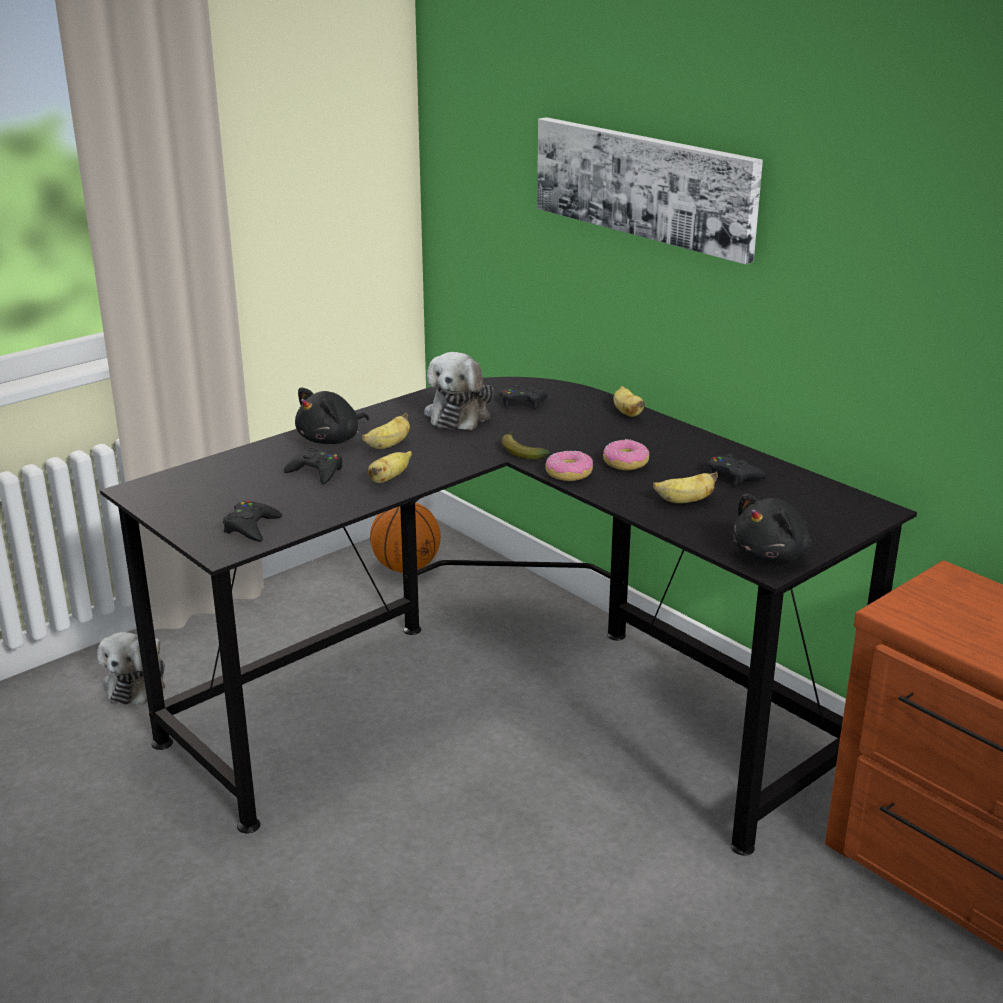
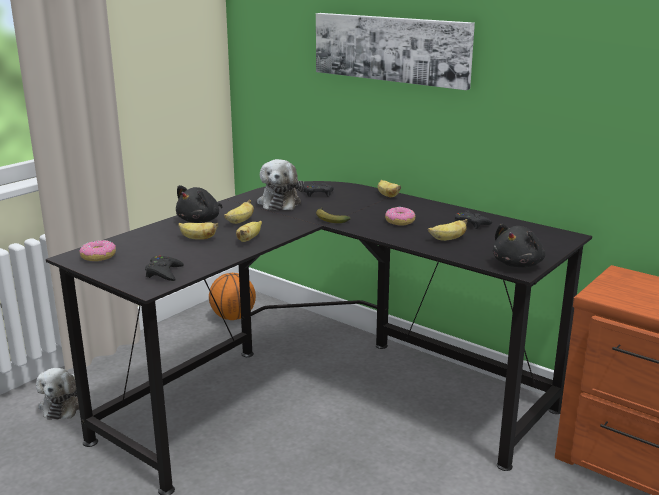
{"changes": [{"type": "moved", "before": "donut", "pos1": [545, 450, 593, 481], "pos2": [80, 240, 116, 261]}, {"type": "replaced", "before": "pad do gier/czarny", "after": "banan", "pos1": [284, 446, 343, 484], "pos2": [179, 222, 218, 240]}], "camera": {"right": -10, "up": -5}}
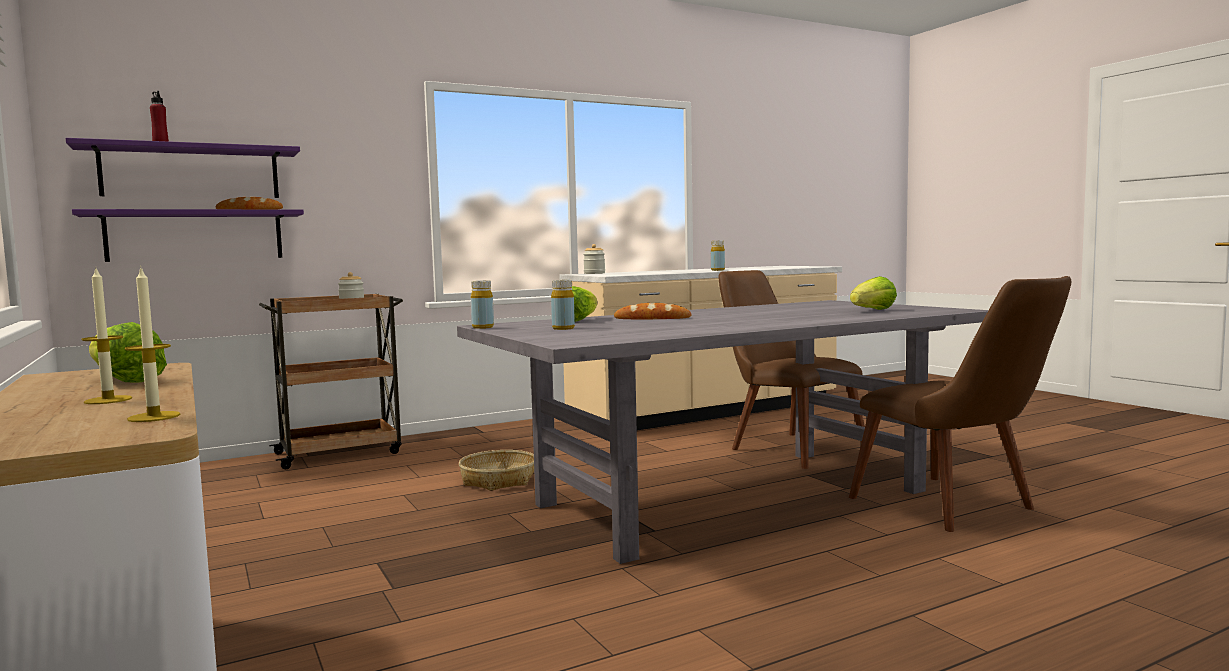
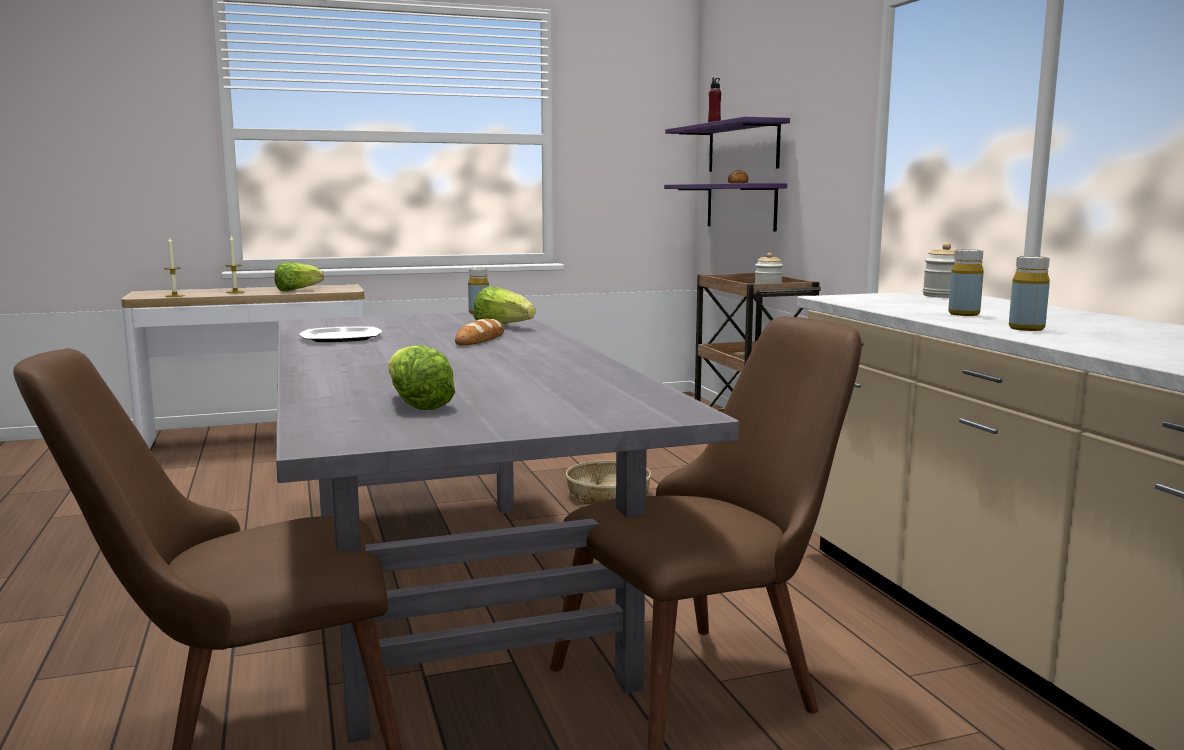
{"changes": [{"type": "added", "after": "talerz", "pos2": [299, 326, 382, 342]}, {"type": "moved", "before": "butelka/żółty", "pos1": [551, 280, 575, 330], "pos2": [948, 249, 984, 316]}], "camera": {"right": 100, "up": 5}}
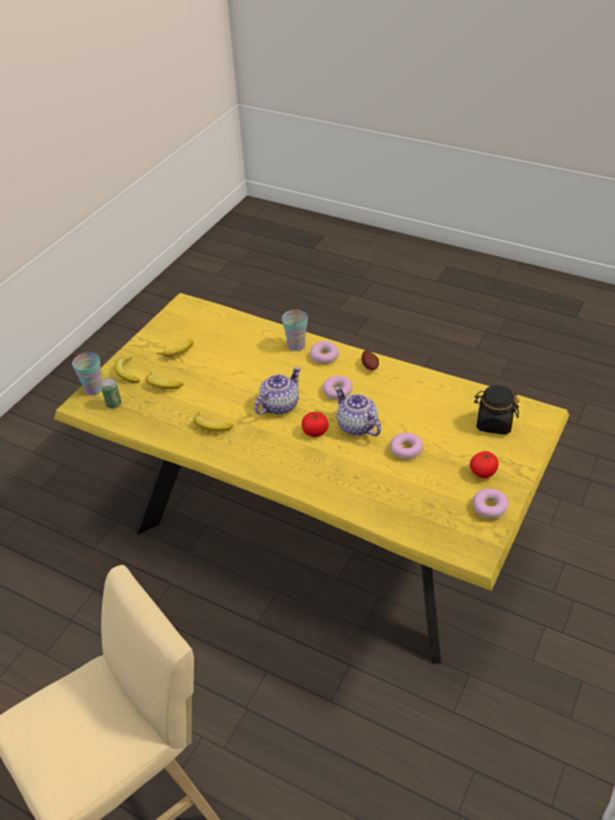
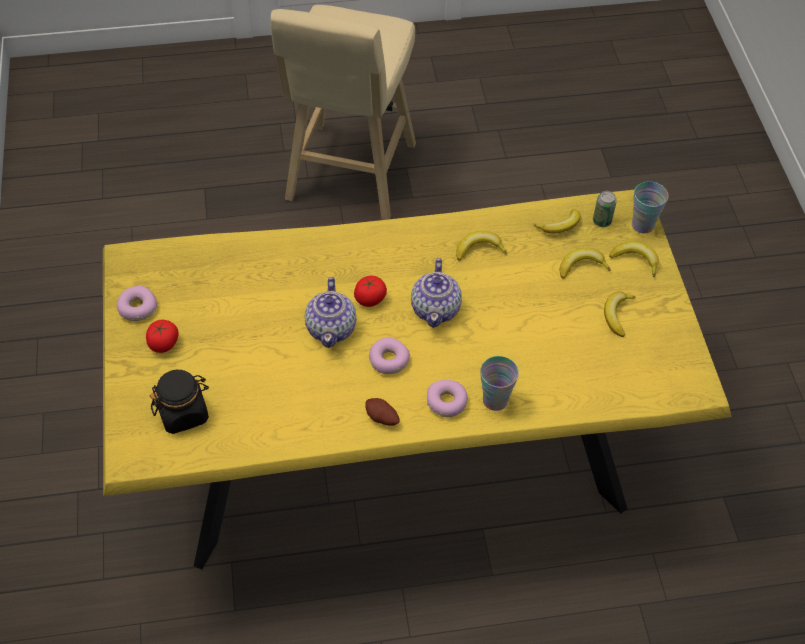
{"changes": [{"type": "turned", "before": "imbryk", "pos1": [335, 386, 381, 436], "pos2": [305, 277, 356, 348], "turn": 75}, {"type": "added", "after": "banan", "pos2": [533, 209, 581, 233]}, {"type": "removed", "before": "donut", "pos1": [390, 433, 423, 460]}], "camera": {"right": 140, "up": 10}}
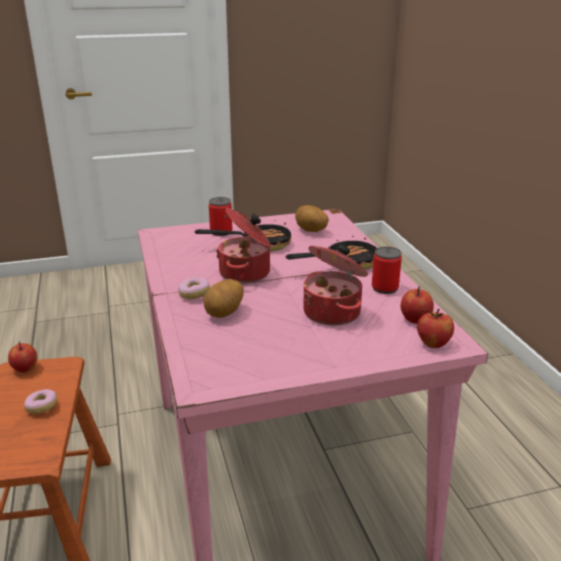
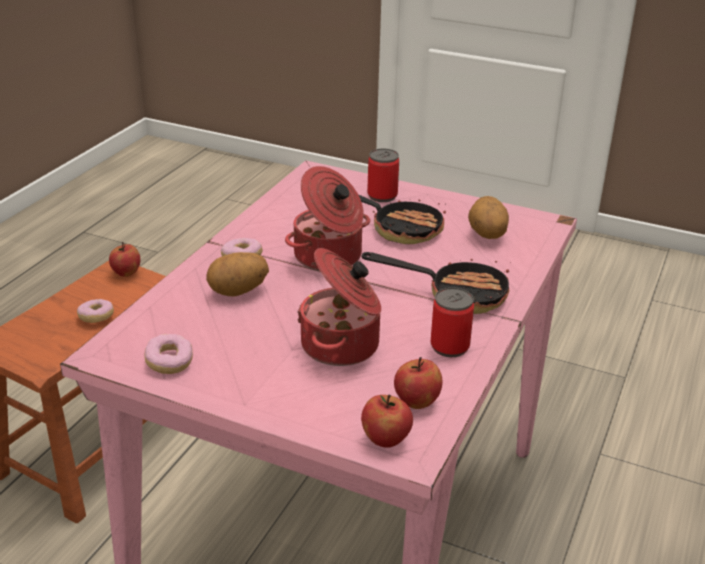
{"changes": [{"type": "added", "after": "donut", "pos2": [145, 334, 193, 374]}], "camera": {"right": 40, "up": 5}}
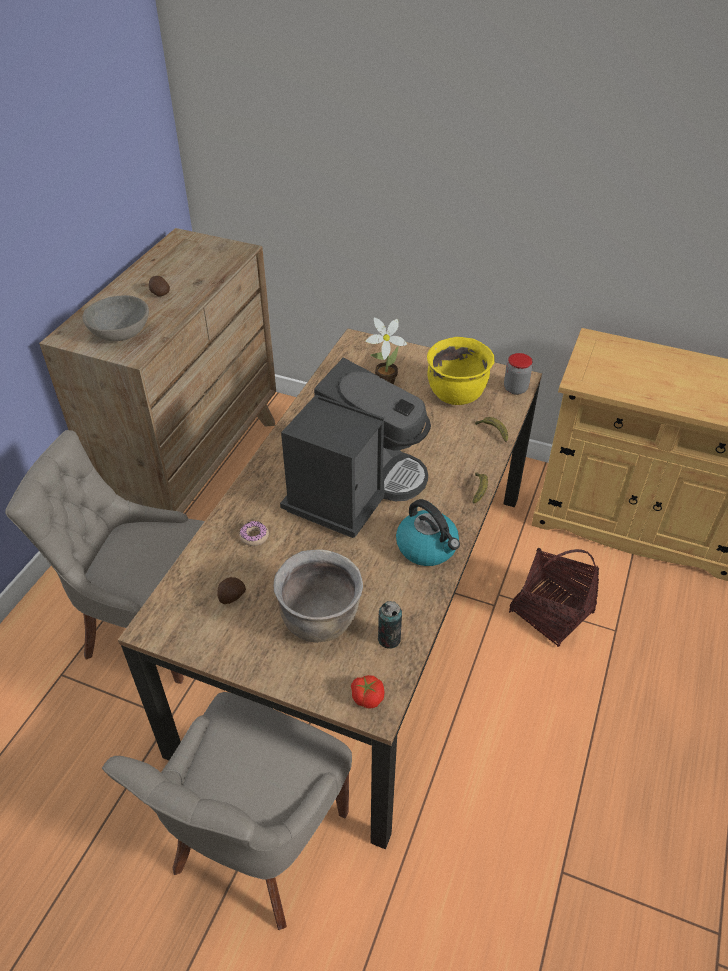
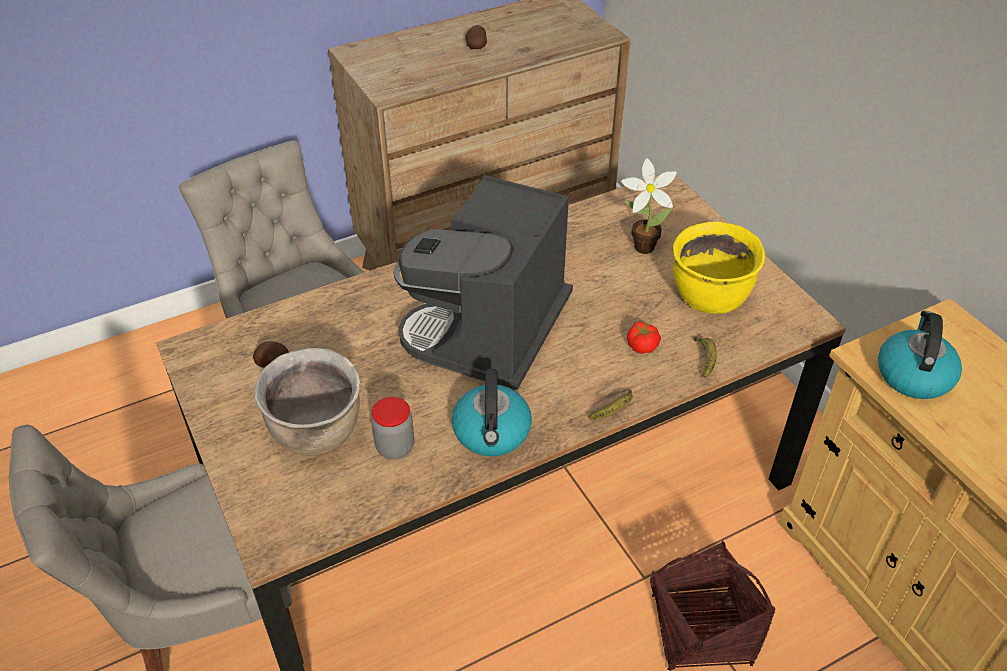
{"changes": [{"type": "moved", "before": "słoik", "pos1": [504, 353, 532, 395], "pos2": [371, 397, 414, 459]}, {"type": "turned", "before": "ekspres do kawy", "pos1": [280, 358, 431, 538], "pos2": [393, 175, 573, 391], "turn": 135}, {"type": "moved", "before": "pomidor", "pos1": [351, 675, 385, 708], "pos2": [627, 321, 661, 354]}, {"type": "added", "after": "czajnik", "pos2": [878, 311, 962, 399]}, {"type": "removed", "before": "miska/szary", "pos1": [83, 295, 149, 341]}, {"type": "removed", "before": "donut", "pos1": [239, 521, 269, 546]}, {"type": "removed", "before": "puszka", "pos1": [378, 601, 402, 649]}], "camera": {"right": 40, "up": 0}}
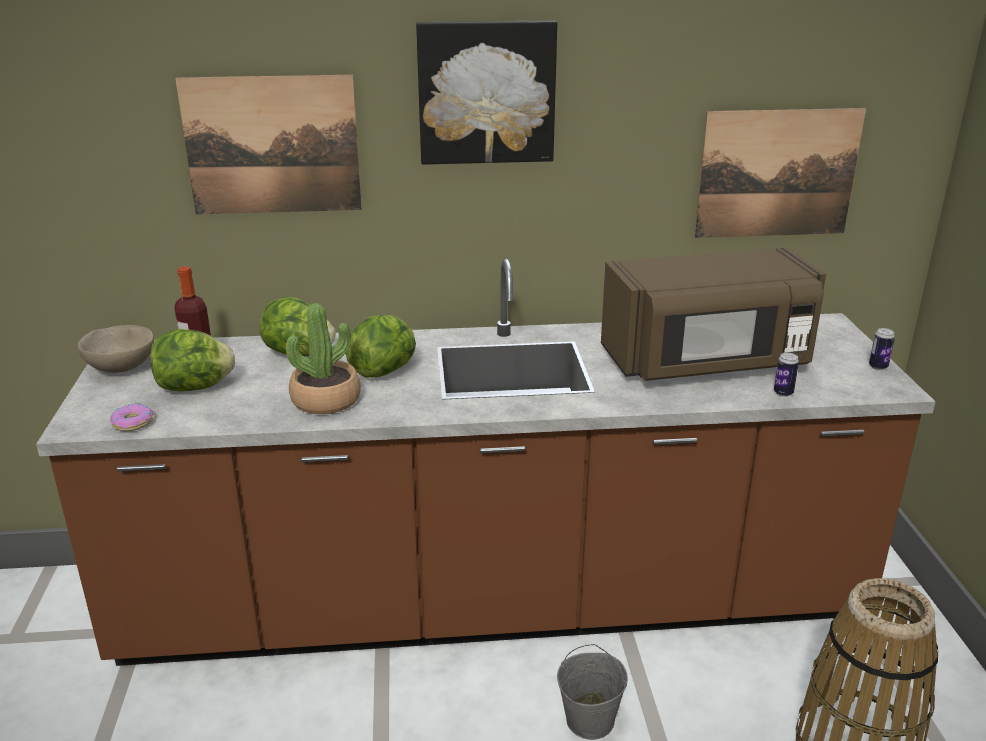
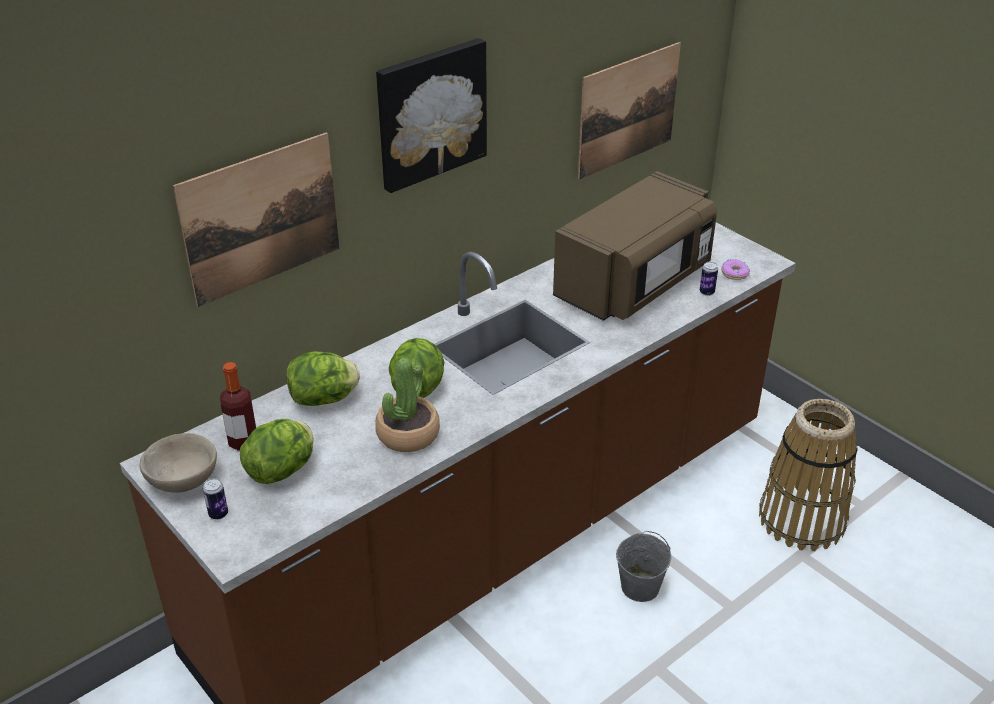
{"changes": [{"type": "moved", "before": "puszka", "pos1": [869, 328, 895, 370], "pos2": [203, 478, 228, 520]}, {"type": "moved", "before": "donut", "pos1": [110, 403, 153, 431], "pos2": [721, 259, 750, 280]}], "camera": {"right": -35, "up": 10}}
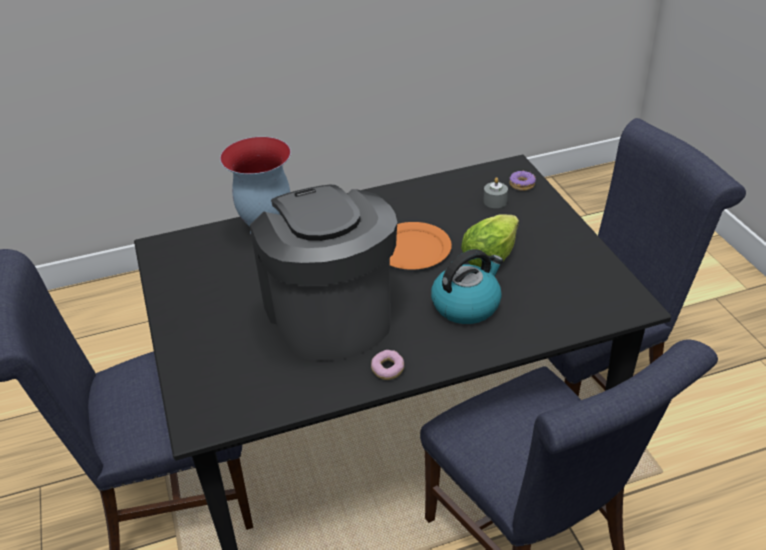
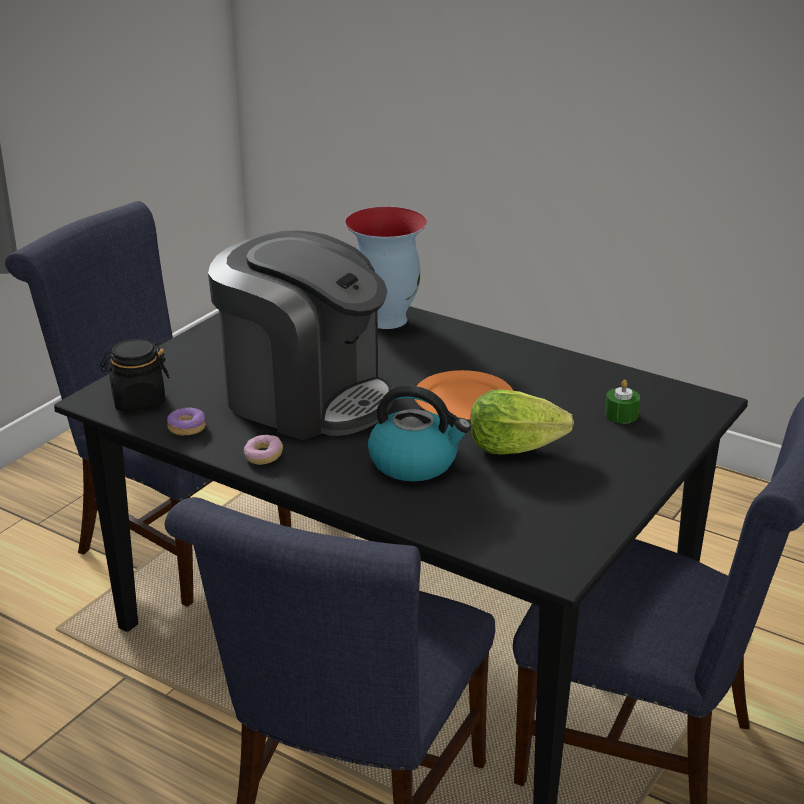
{"changes": [{"type": "added", "after": "słoik/czarny", "pos2": [100, 339, 170, 411]}, {"type": "moved", "before": "donut", "pos1": [509, 171, 536, 191], "pos2": [167, 407, 206, 436]}, {"type": "turned", "before": "ekspres do kawy", "pos1": [250, 185, 397, 361], "pos2": [208, 230, 394, 440], "turn": 90}, {"type": "recoloured", "before": "świeca/szary", "after": "świeca/zielony", "pos1": [483, 177, 508, 208], "pos2": [605, 380, 640, 423]}], "camera": {"right": 50, "up": -10}}
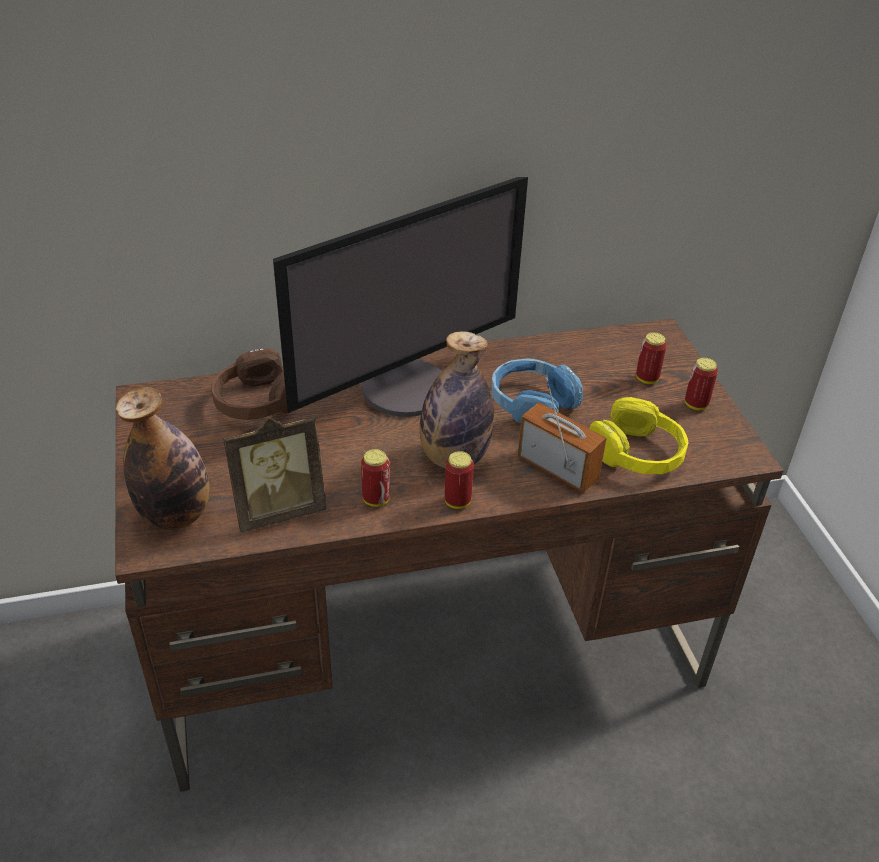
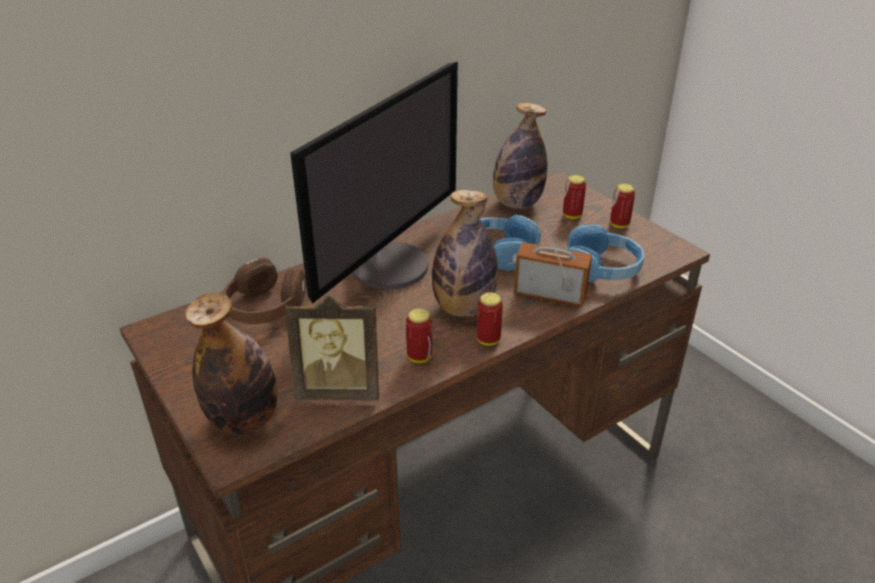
{"changes": [{"type": "turned", "before": "ramka na zdjęcie", "pos1": [223, 415, 326, 532], "pos2": [285, 296, 379, 400], "turn": 45}, {"type": "added", "after": "butelka", "pos2": [493, 103, 547, 209]}, {"type": "recoloured", "before": "słuchawki/żółty", "after": "słuchawki/niebieski", "pos1": [589, 397, 688, 474], "pos2": [566, 225, 644, 283]}], "camera": {"right": -20, "up": -5}}
